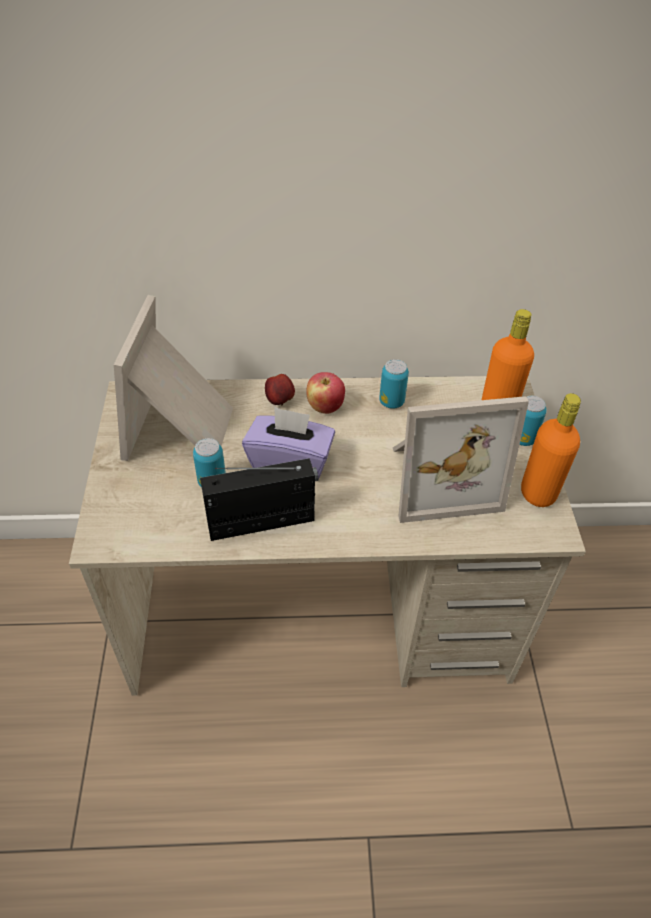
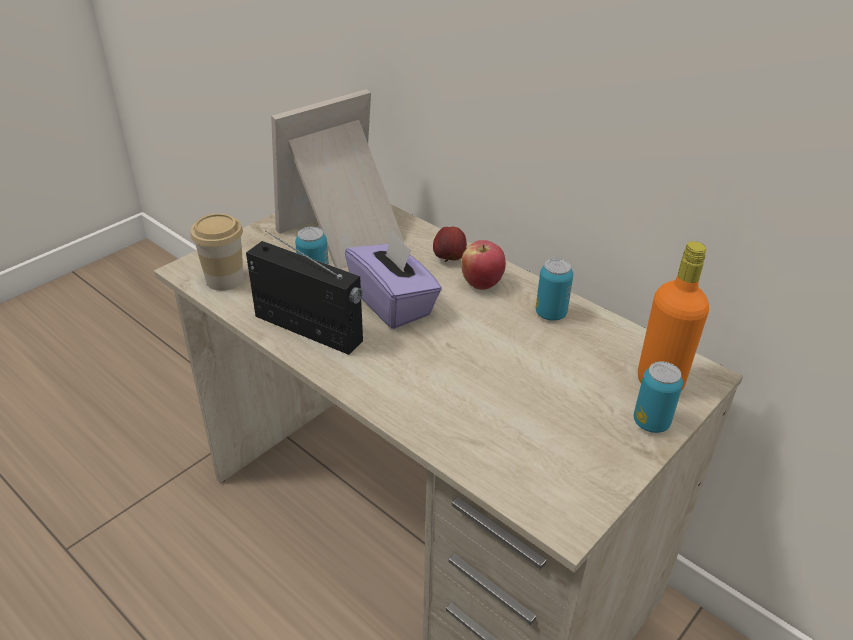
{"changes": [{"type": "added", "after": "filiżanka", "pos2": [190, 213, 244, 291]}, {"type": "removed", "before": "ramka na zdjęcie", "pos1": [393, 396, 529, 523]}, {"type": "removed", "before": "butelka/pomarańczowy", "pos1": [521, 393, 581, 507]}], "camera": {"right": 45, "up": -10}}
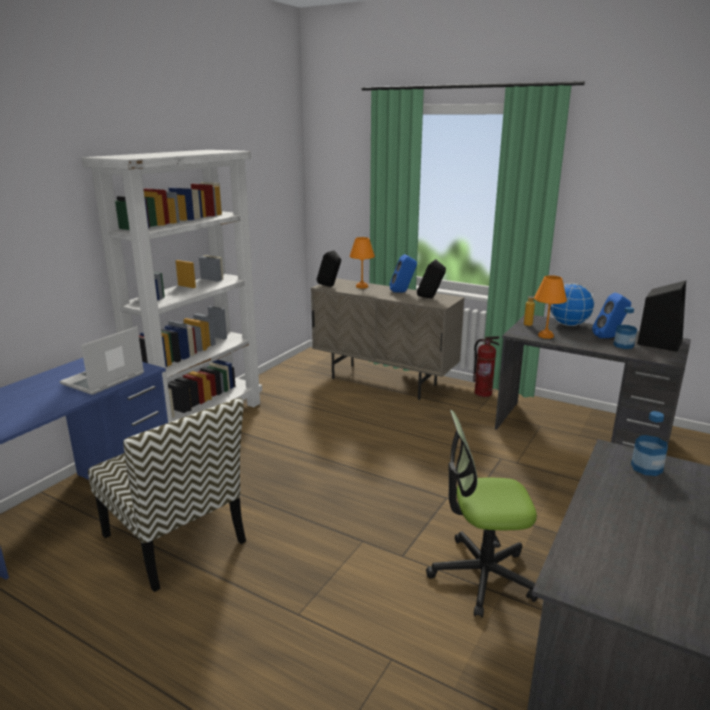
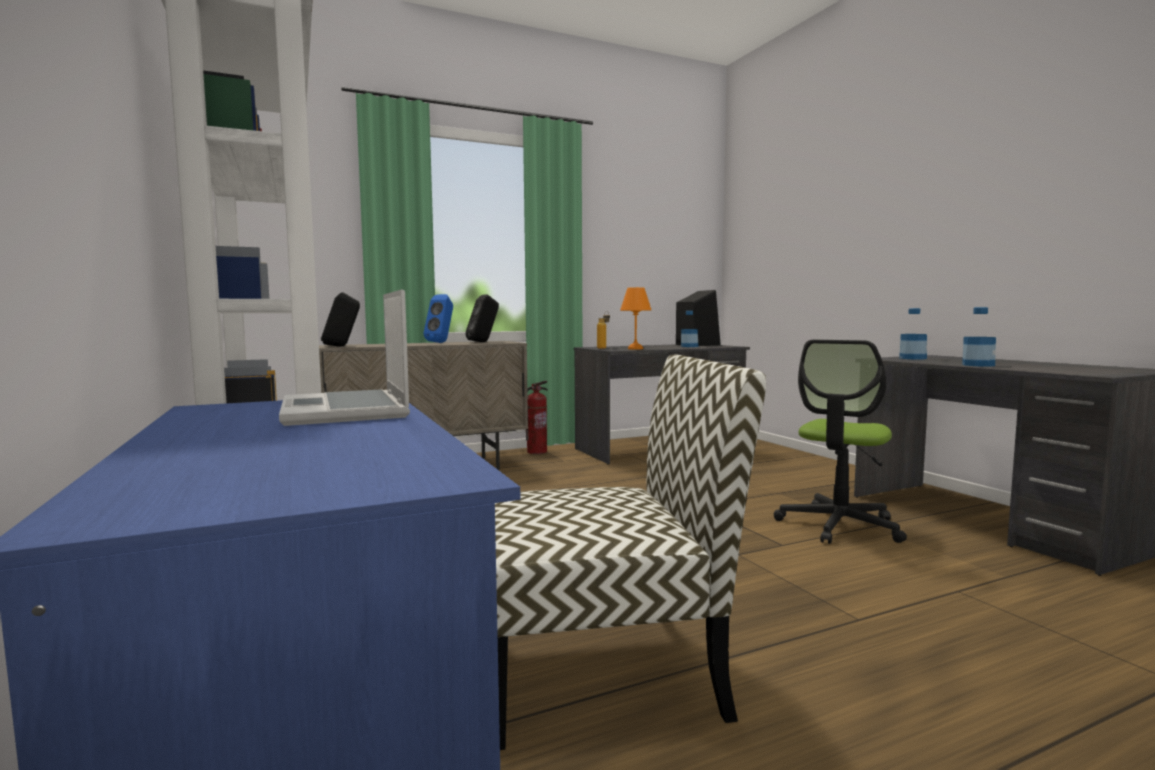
{"changes": [{"type": "added", "after": "butelka", "pos2": [962, 307, 996, 367]}, {"type": "removed", "before": "lampa stołowa/pomarańczowy", "pos1": [350, 237, 375, 288]}, {"type": "removed", "before": "globus", "pos1": [550, 283, 595, 326]}, {"type": "removed", "before": "głośnik/niebieski", "pos1": [592, 293, 631, 338]}], "camera": {"right": -55, "up": -15}}
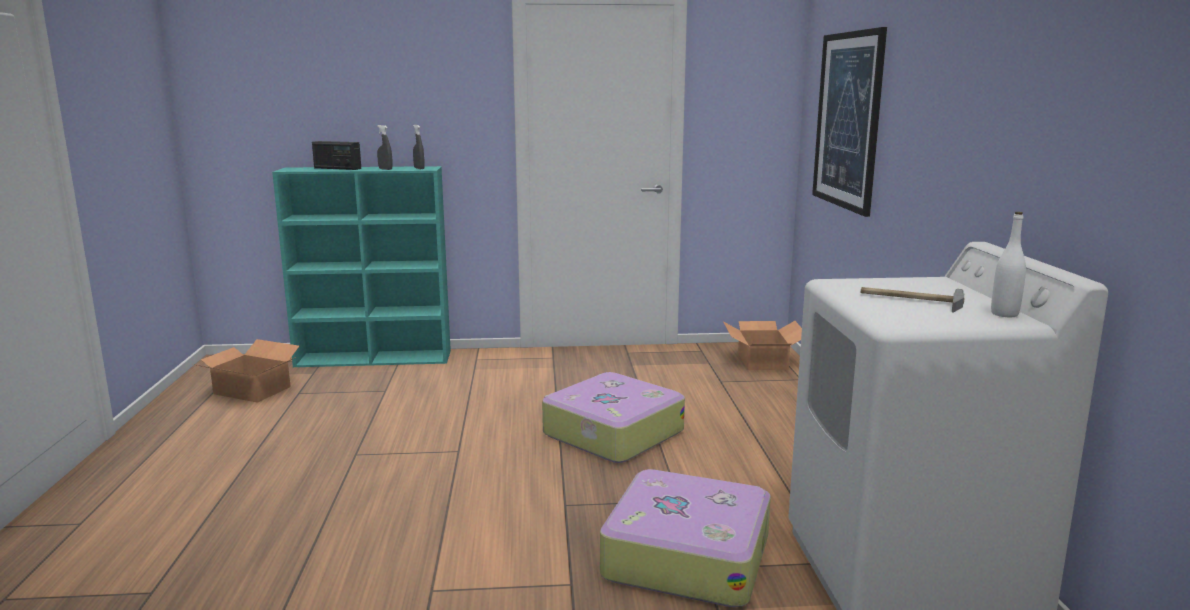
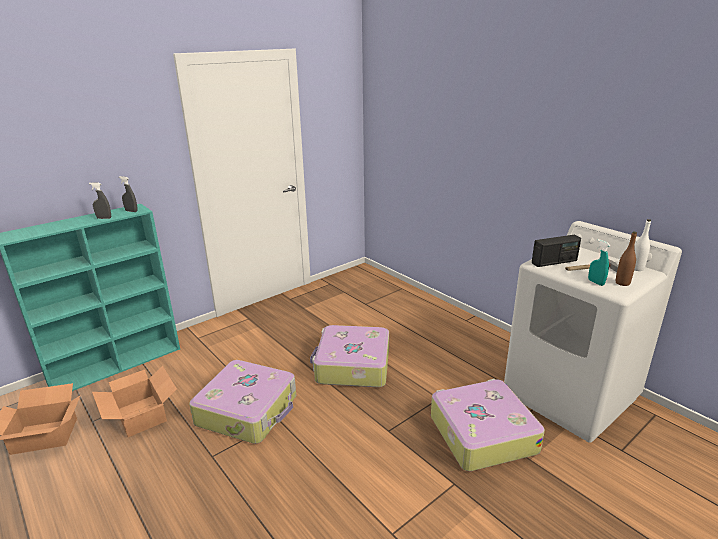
{"changes": [{"type": "moved", "before": "karton", "pos1": [723, 321, 802, 370], "pos2": [92, 366, 177, 437]}, {"type": "added", "after": "walizka", "pos2": [189, 360, 296, 444]}, {"type": "moved", "before": "radio", "pos1": [312, 141, 361, 170], "pos2": [532, 235, 581, 267]}, {"type": "added", "after": "spryskiwacz/turkusowy", "pos2": [588, 239, 610, 286]}, {"type": "added", "after": "butelka/brązowy", "pos2": [616, 232, 637, 286]}, {"type": "removed", "before": "obraz", "pos1": [812, 27, 887, 217]}], "camera": {"right": -35, "up": 10}}
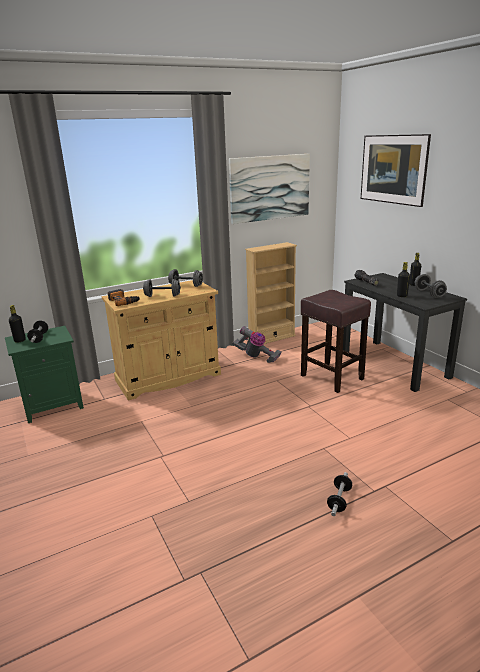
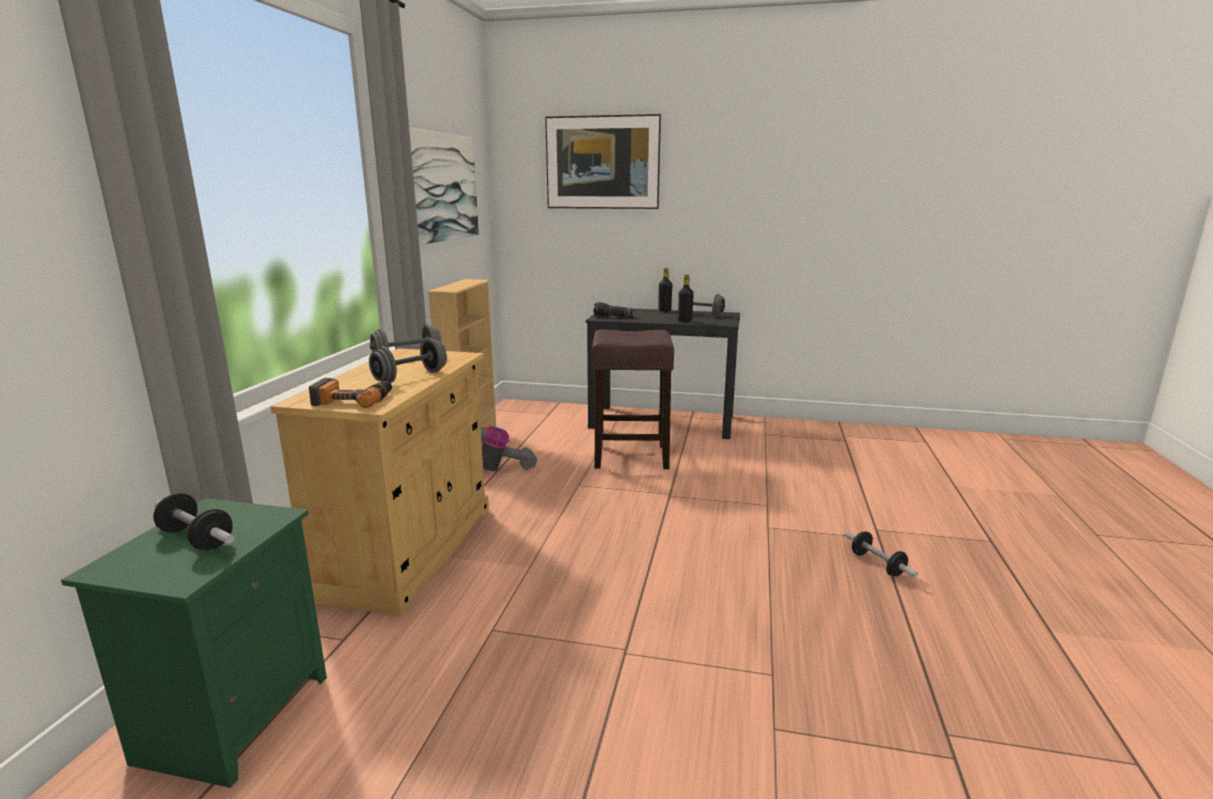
{"changes": [{"type": "removed", "before": "butelka/czarny", "pos1": [9, 305, 26, 343]}], "camera": {"right": -50, "up": -5}}
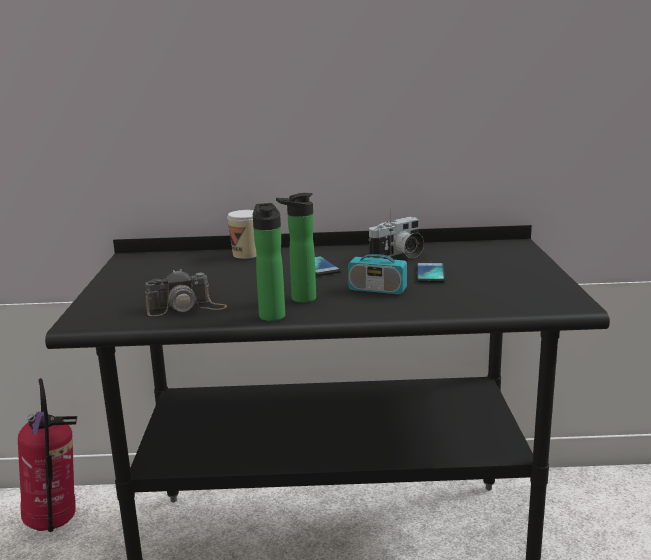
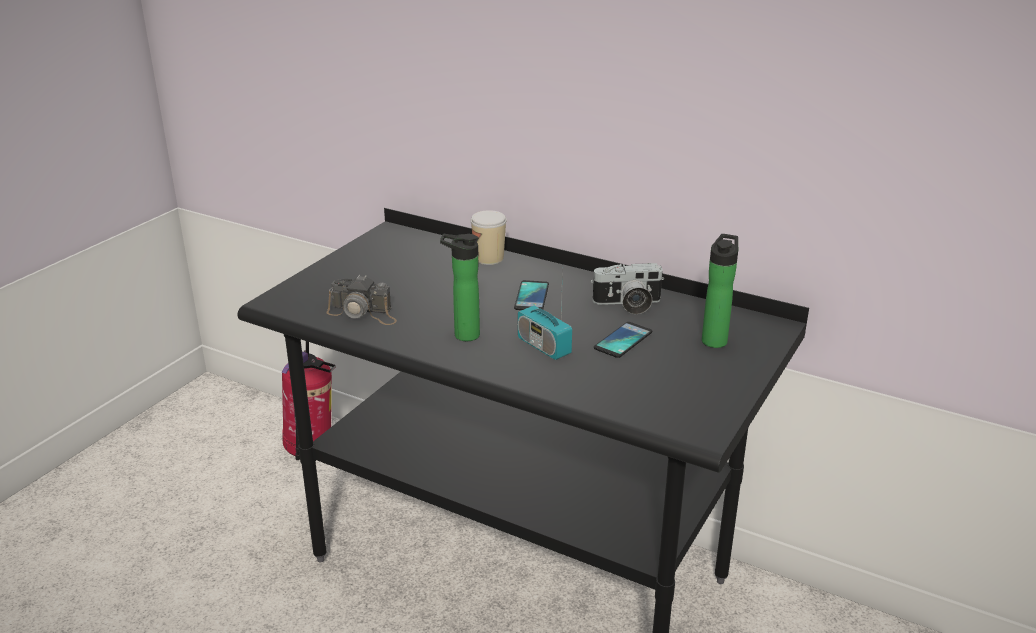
{"changes": [{"type": "moved", "before": "butelka", "pos1": [253, 203, 285, 321], "pos2": [702, 234, 738, 348]}], "camera": {"right": 30, "up": 10}}
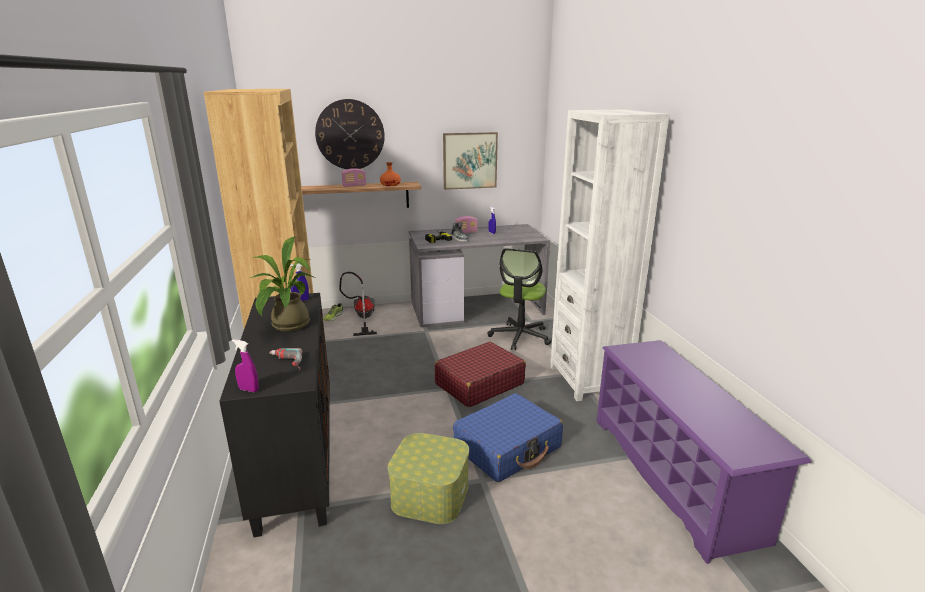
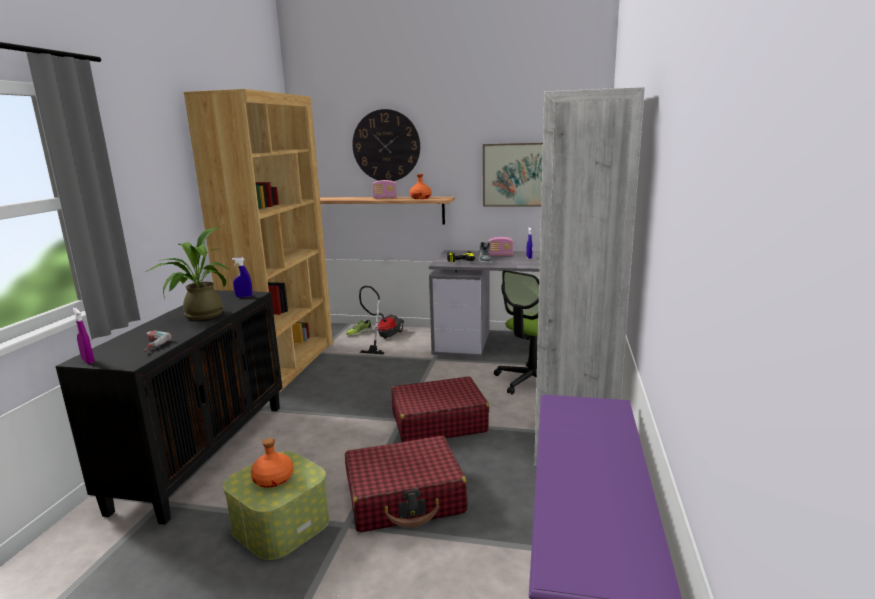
{"changes": [{"type": "added", "after": "butelka/pomarańczowy", "pos2": [251, 438, 294, 488]}, {"type": "recoloured", "before": "walizka/niebieski", "after": "walizka/czerwony", "pos1": [453, 393, 563, 482], "pos2": [345, 436, 467, 532]}], "camera": {"right": 25, "up": -5}}
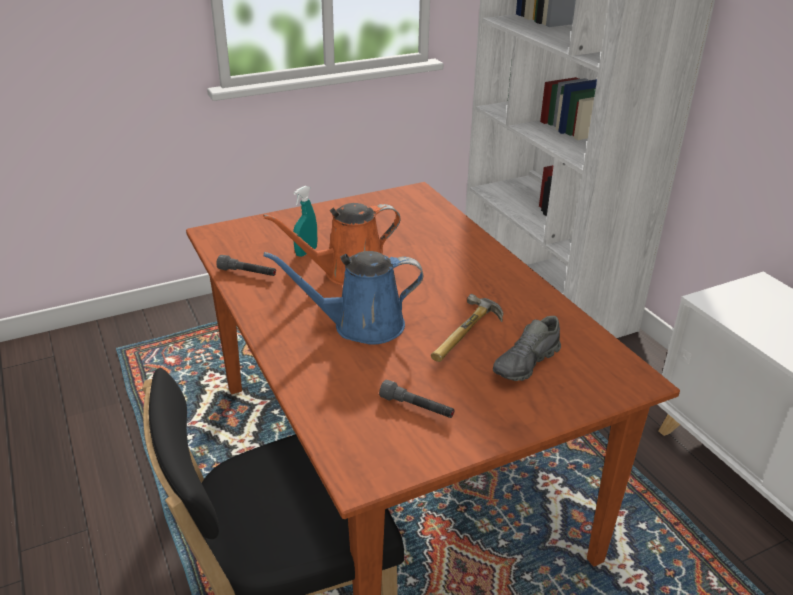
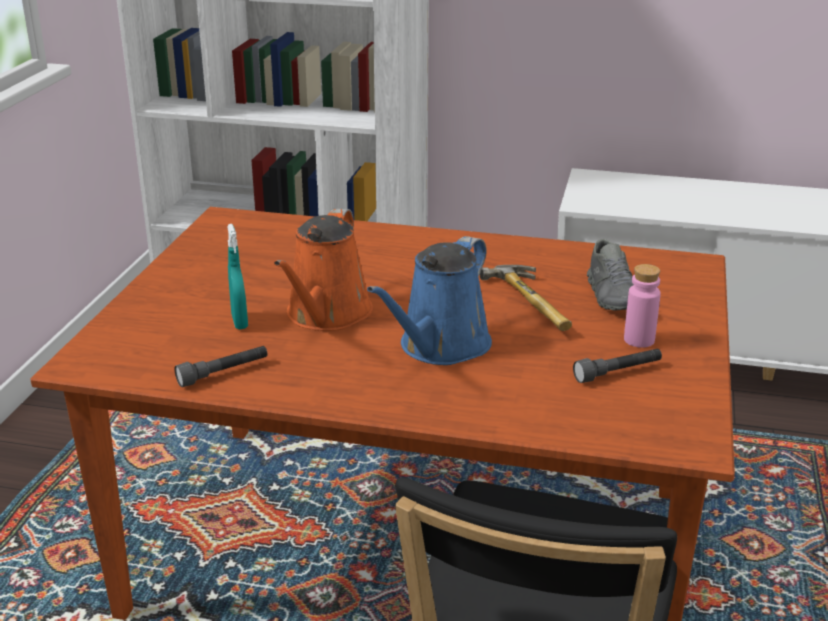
{"changes": [{"type": "added", "after": "butelka/różowy", "pos2": [624, 264, 661, 348]}], "camera": {"right": -50, "up": -5}}
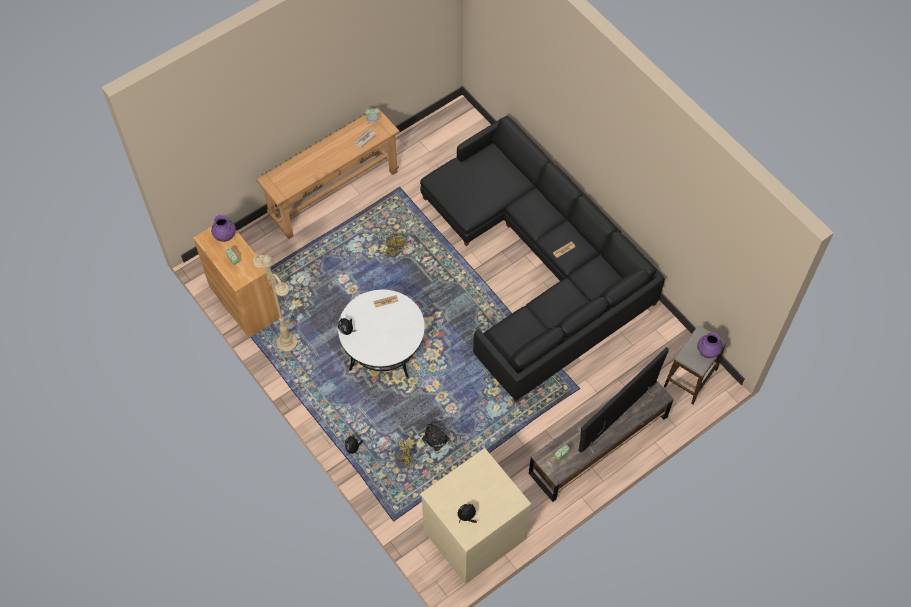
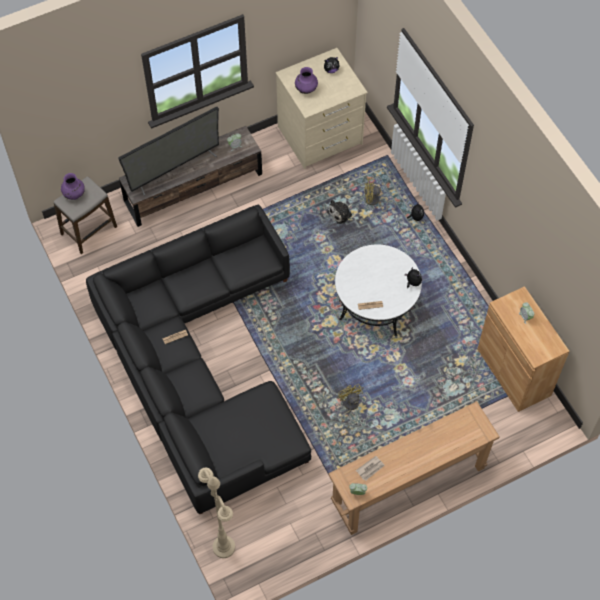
{"changes": [{"type": "moved", "before": "lampa stojąca/beżowy", "pos1": [253, 255, 297, 352], "pos2": [198, 468, 235, 558]}, {"type": "moved", "before": "wazon/fioletowy", "pos1": [211, 214, 236, 242], "pos2": [295, 67, 318, 94]}], "camera": {"right": -170, "up": 0}}
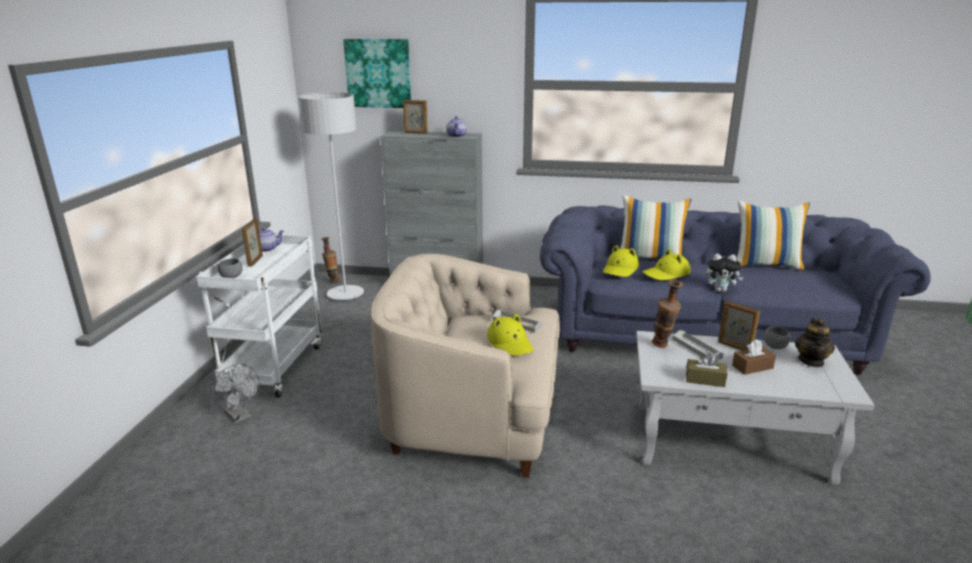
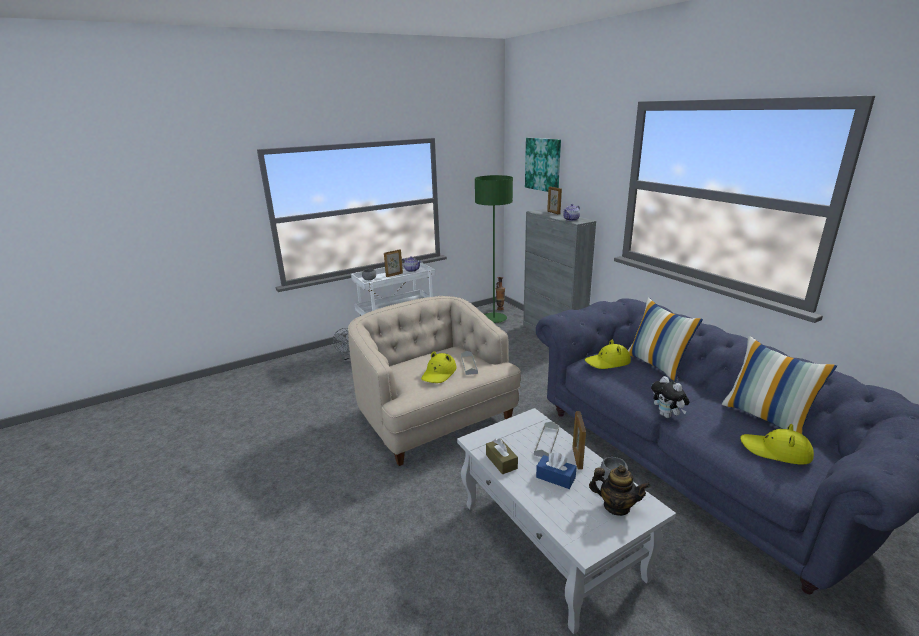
{"changes": [{"type": "recoloured", "before": "lampa stojąca/szary", "after": "lampa stojąca/zielony", "pos1": [298, 92, 364, 300], "pos2": [475, 175, 513, 323]}, {"type": "recoloured", "before": "pudełko chusteczek/brązowy", "after": "pudełko chusteczek/niebieski", "pos1": [732, 340, 776, 375], "pos2": [536, 452, 577, 489]}, {"type": "turned", "before": "imbryk", "pos1": [795, 318, 835, 367], "pos2": [589, 465, 651, 516], "turn": -135}, {"type": "moved", "before": "kapelusz/żółty", "pos1": [643, 249, 690, 280], "pos2": [740, 424, 814, 464]}, {"type": "removed", "before": "wazon", "pos1": [652, 279, 683, 348]}], "camera": {"right": 50, "up": 0}}
